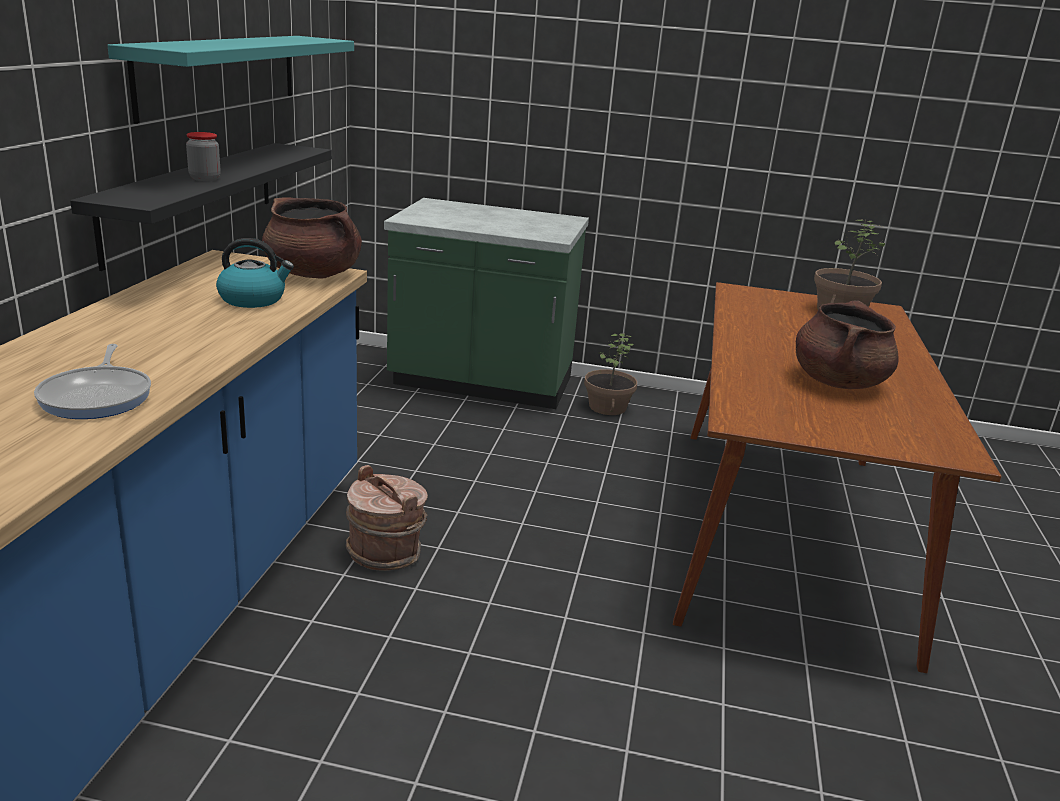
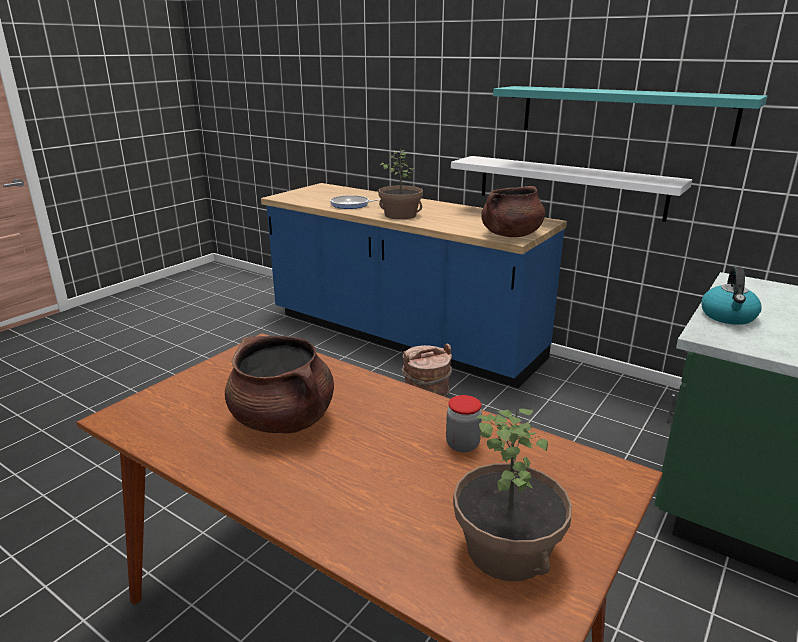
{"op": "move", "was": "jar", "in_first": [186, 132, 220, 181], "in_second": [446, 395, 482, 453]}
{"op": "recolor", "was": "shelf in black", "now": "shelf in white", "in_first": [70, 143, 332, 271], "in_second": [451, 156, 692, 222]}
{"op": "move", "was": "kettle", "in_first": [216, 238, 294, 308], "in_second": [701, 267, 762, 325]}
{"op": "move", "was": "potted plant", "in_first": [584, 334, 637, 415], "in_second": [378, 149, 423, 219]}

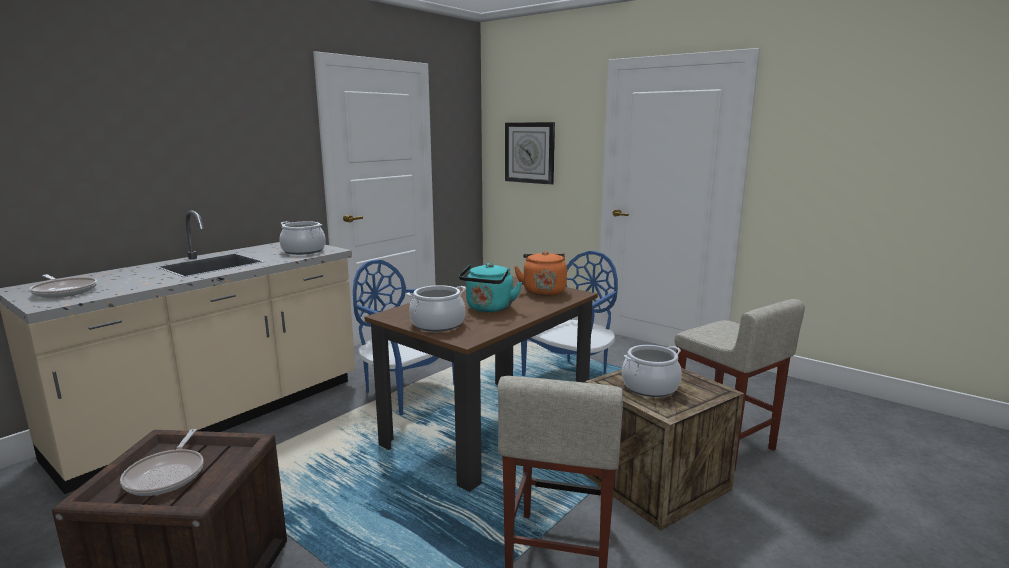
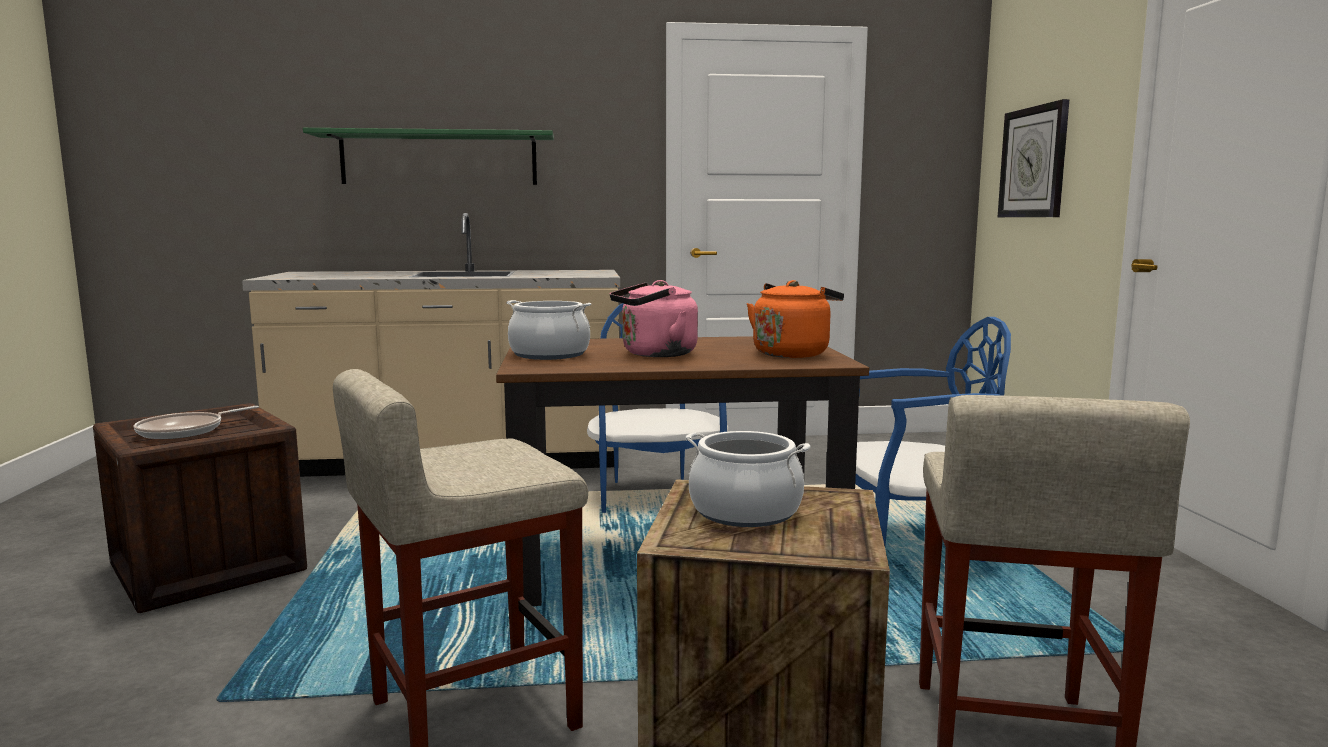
{"op": "delete", "was": "cooking pot", "in_first": [279, 221, 326, 255]}
{"op": "recolor", "was": "kettle in turquoise", "now": "kettle in pink", "in_first": [459, 263, 522, 312], "in_second": [610, 280, 698, 357]}
{"op": "delete", "was": "frying pan", "in_first": [30, 274, 97, 298]}
{"op": "insert", "now": "shelf in green", "in_second": [303, 128, 554, 185]}

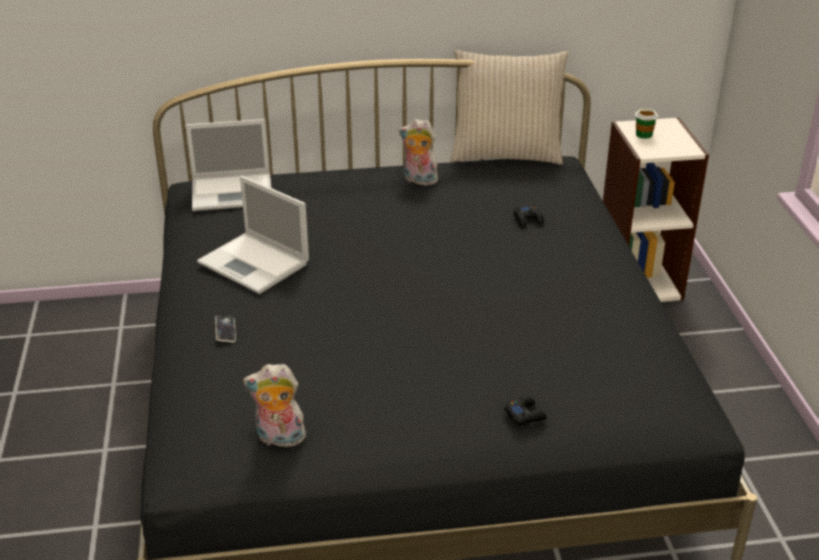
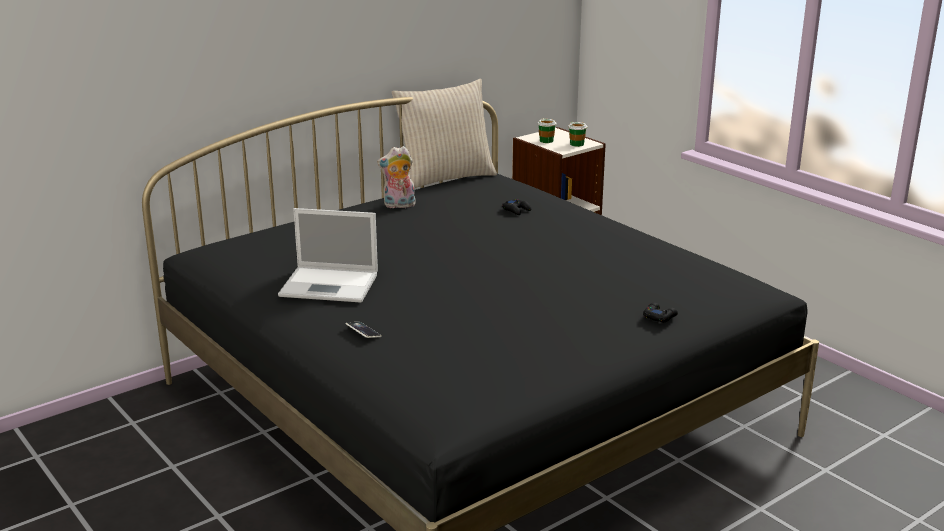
{"op": "delete", "was": "laptop", "in_first": [185, 119, 271, 211]}
{"op": "delete", "was": "plush toy", "in_first": [243, 364, 308, 447]}
{"op": "insert", "now": "cup", "in_second": [568, 122, 587, 147]}

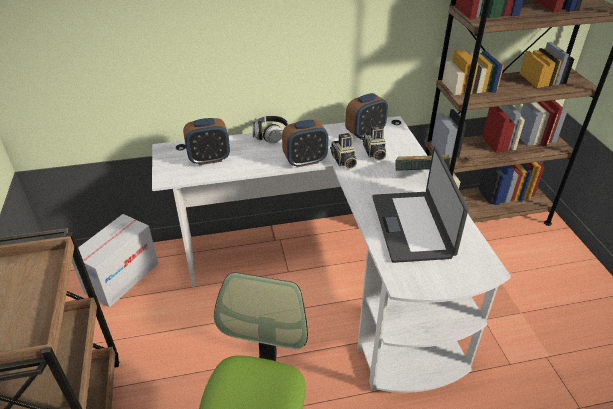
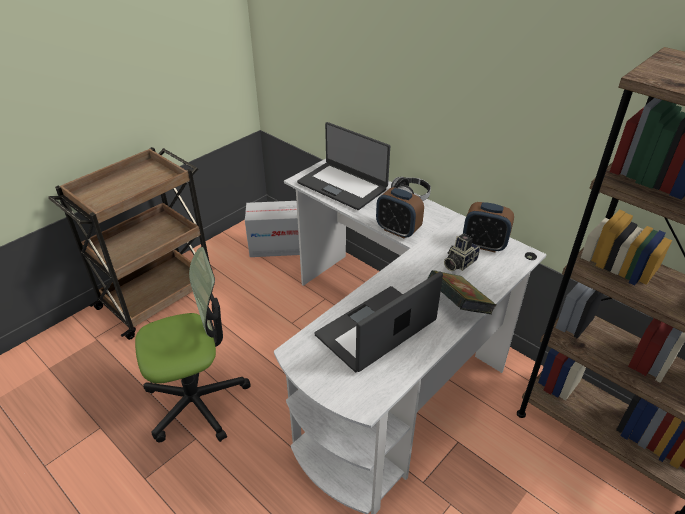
{"op": "replace", "was": "alarm clock", "now": "laptop", "in_first": [183, 118, 230, 165], "in_second": [297, 122, 390, 210]}
{"op": "delete", "was": "photo camera", "in_first": [330, 133, 357, 169]}

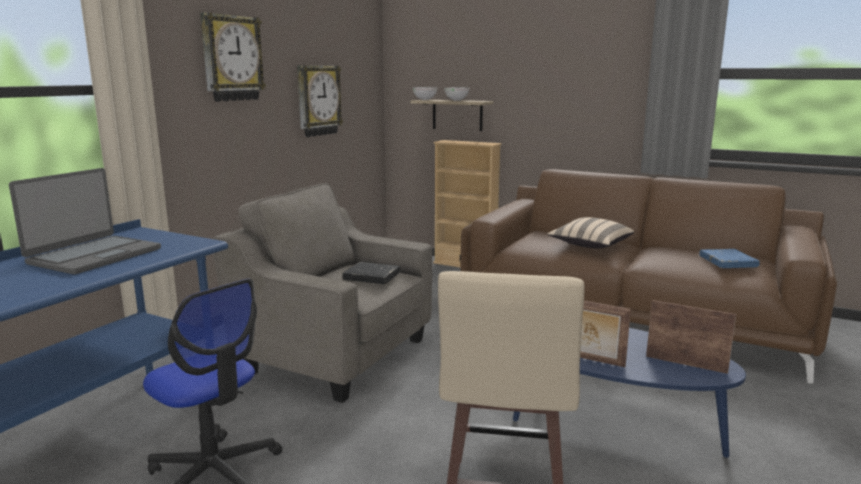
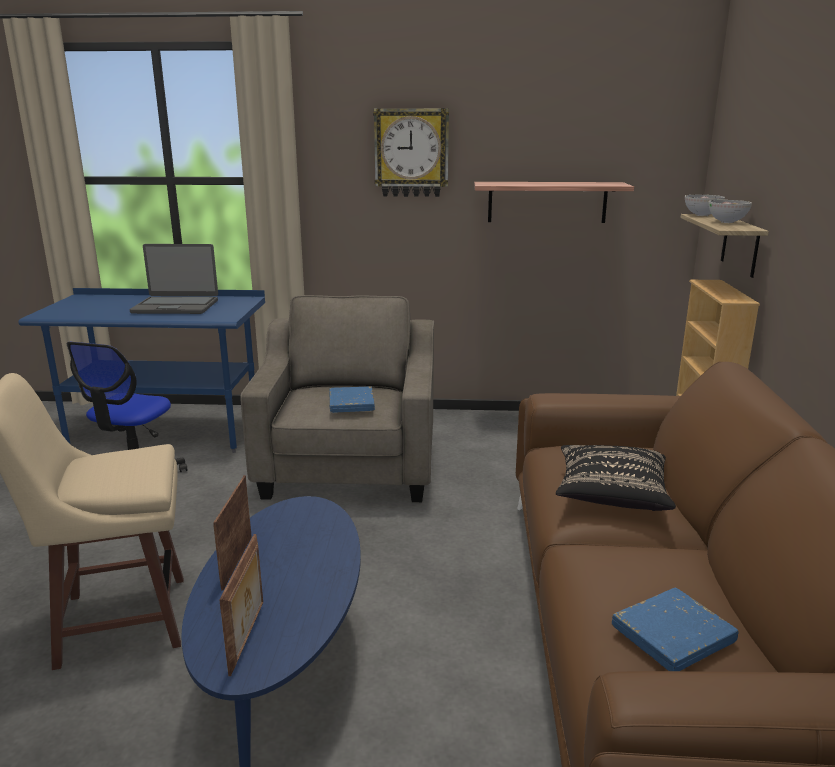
{"op": "replace", "was": "wall clock", "now": "shelf", "in_first": [297, 65, 343, 137], "in_second": [474, 182, 634, 223]}
{"op": "recolor", "was": "pillow in beige", "now": "pillow in black", "in_first": [547, 217, 634, 248], "in_second": [556, 445, 676, 511]}
{"op": "recolor", "was": "book in black", "now": "book in blue", "in_first": [342, 262, 400, 284], "in_second": [329, 386, 375, 413]}

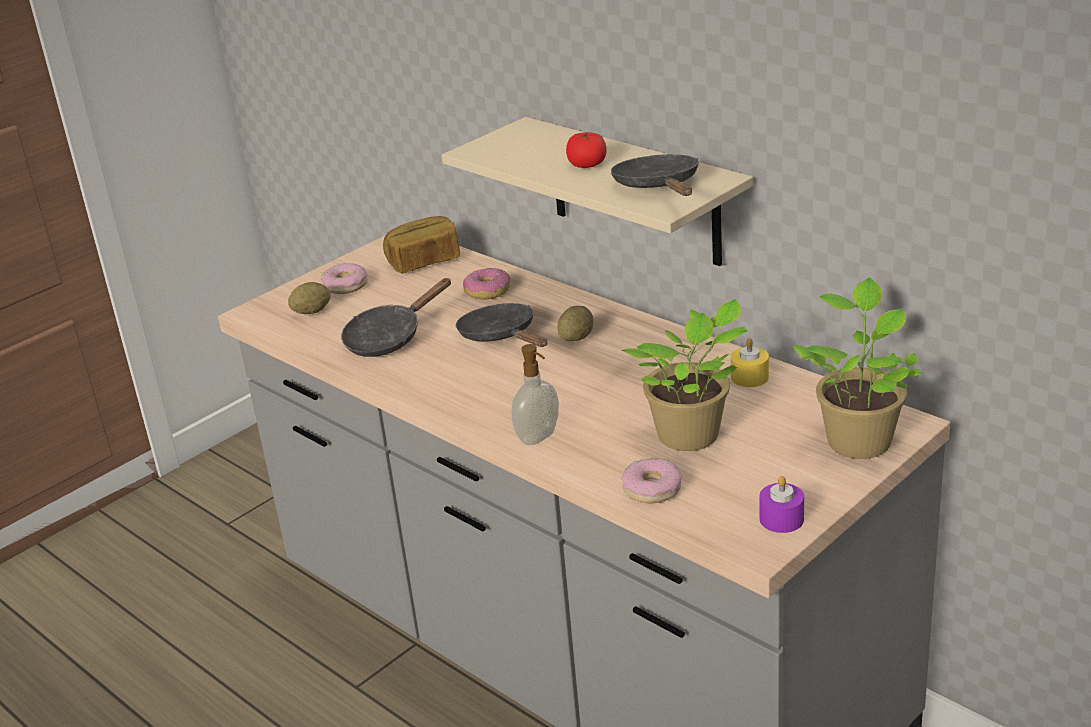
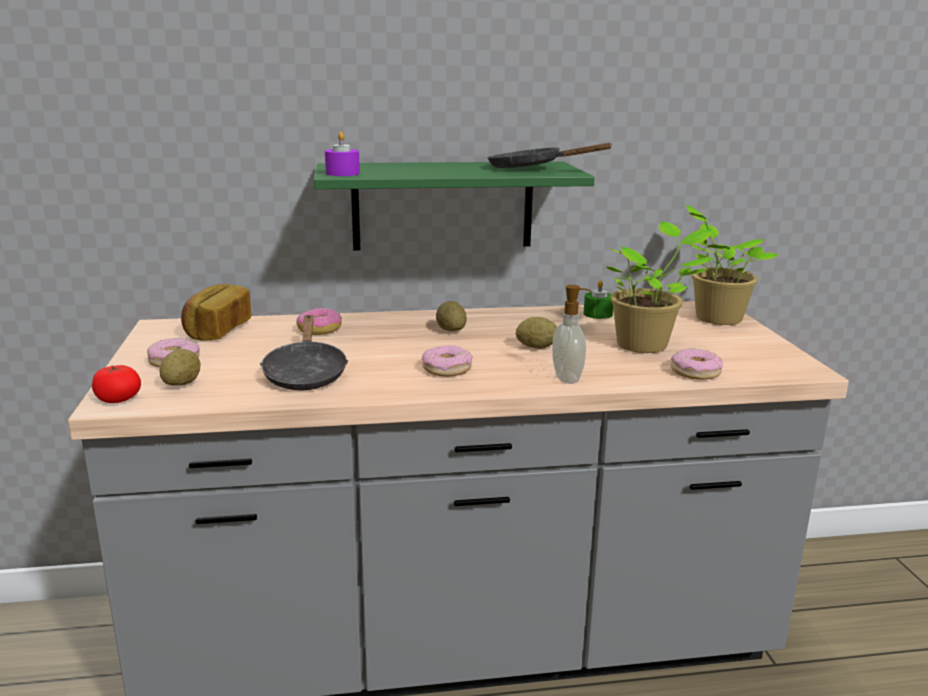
{"op": "recolor", "was": "shelf in beige", "now": "shelf in green", "in_first": [442, 117, 753, 266], "in_second": [314, 161, 595, 251]}
{"op": "move", "was": "tomato", "in_first": [566, 132, 607, 168], "in_second": [92, 365, 141, 403]}
{"op": "delete", "was": "frying pan in black", "in_first": [456, 303, 547, 347]}
{"op": "recolor", "was": "candle in yellow", "now": "candle in green", "in_first": [731, 338, 769, 387], "in_second": [584, 280, 613, 319]}
{"op": "move", "was": "candle in purple", "in_first": [759, 476, 804, 533], "in_second": [325, 132, 360, 176]}
{"op": "insert", "now": "potato", "in_second": [516, 317, 557, 349]}
{"op": "insert", "now": "donut", "in_second": [422, 345, 473, 377]}

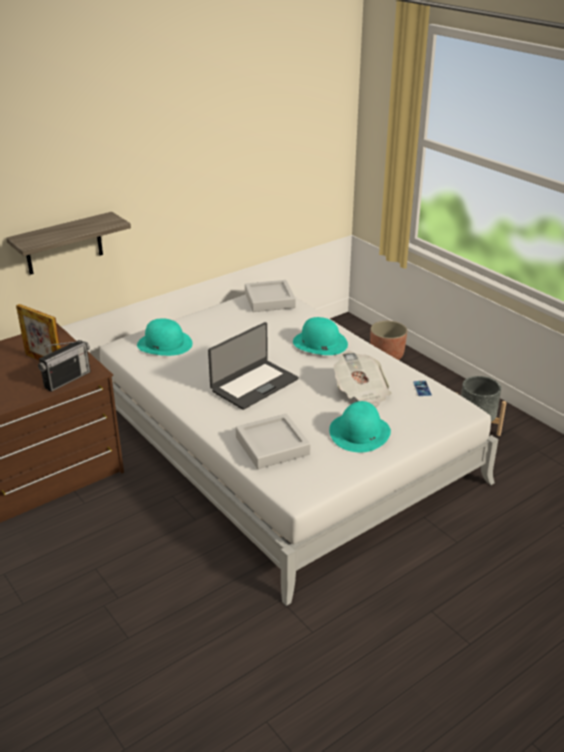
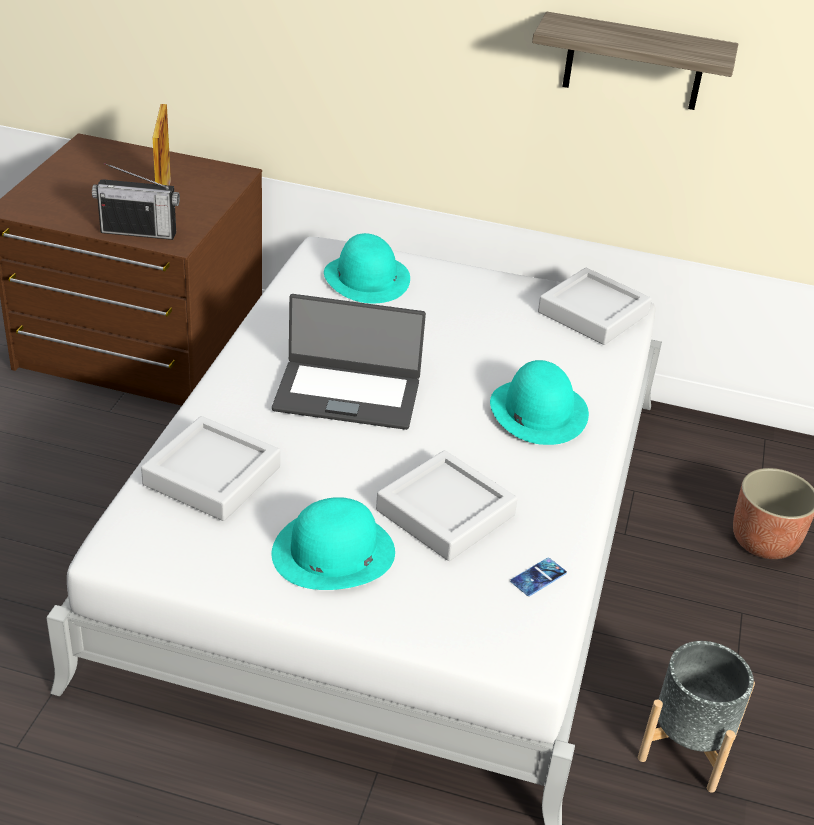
{"op": "move", "was": "shelf", "in_first": [6, 212, 131, 275], "in_second": [532, 12, 738, 110]}
{"op": "replace", "was": "newspaper", "now": "tray in grey", "in_first": [333, 351, 392, 408], "in_second": [376, 450, 518, 561]}

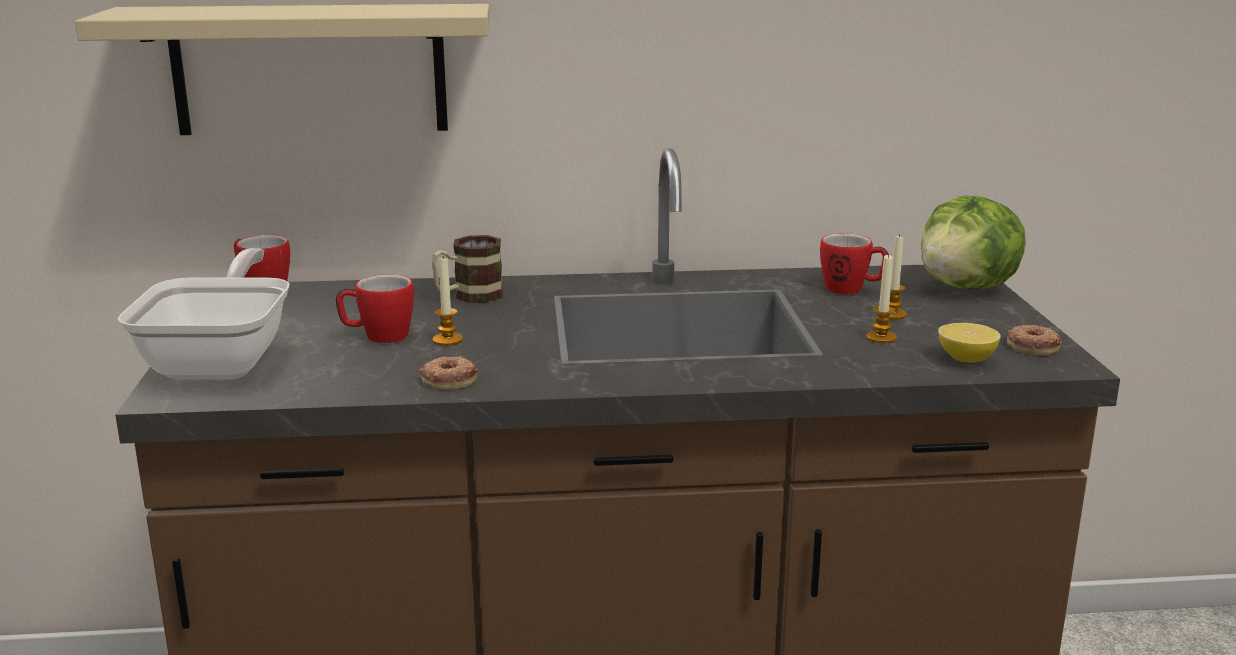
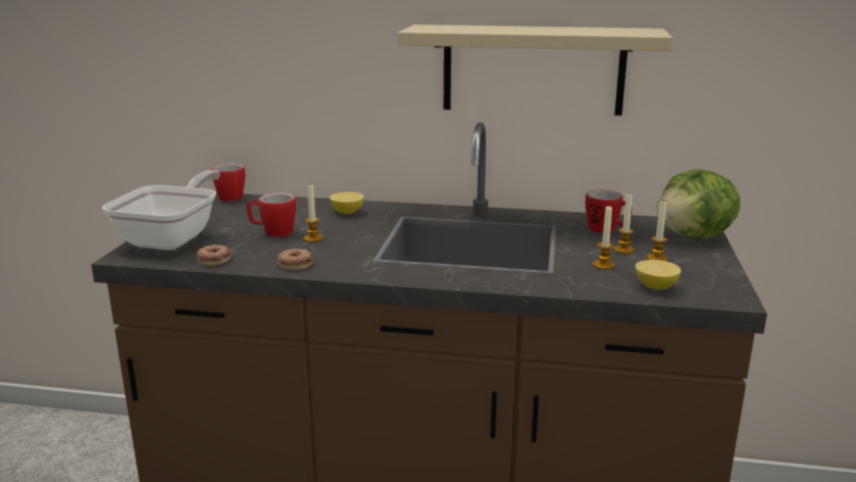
{"op": "move", "was": "shelf in beige", "in_first": [75, 4, 490, 135], "in_second": [398, 25, 673, 116]}
{"op": "replace", "was": "mug", "now": "lemon", "in_first": [432, 235, 503, 303], "in_second": [330, 192, 364, 214]}
{"op": "move", "was": "donut", "in_first": [1007, 325, 1062, 355], "in_second": [196, 245, 232, 266]}
{"op": "insert", "now": "candle", "in_second": [646, 200, 668, 261]}

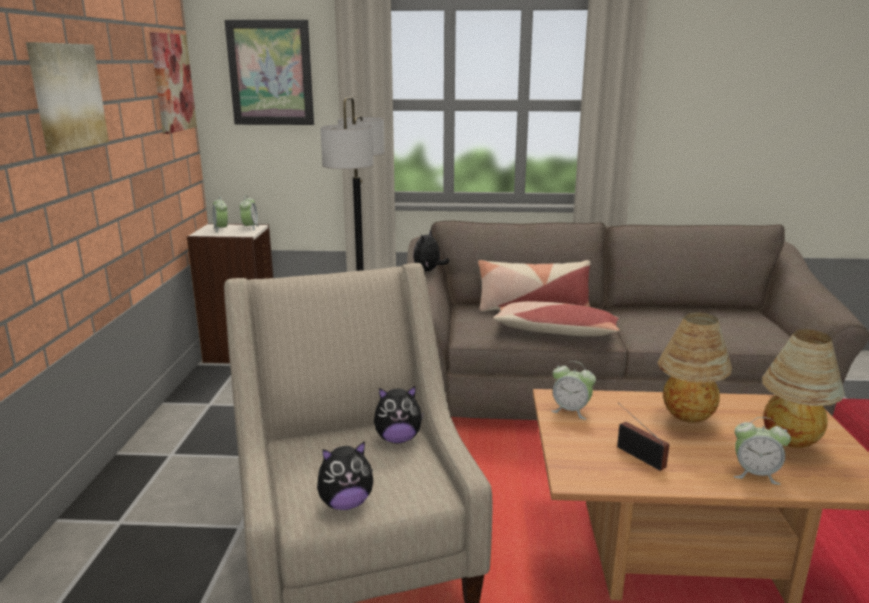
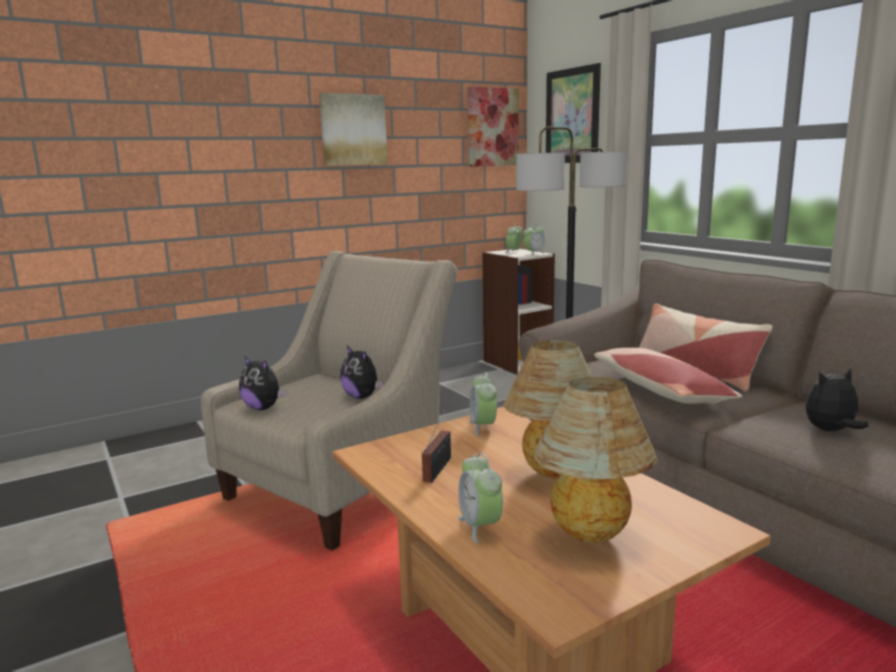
{"op": "move", "was": "plush toy", "in_first": [413, 229, 450, 271], "in_second": [806, 368, 869, 431]}

